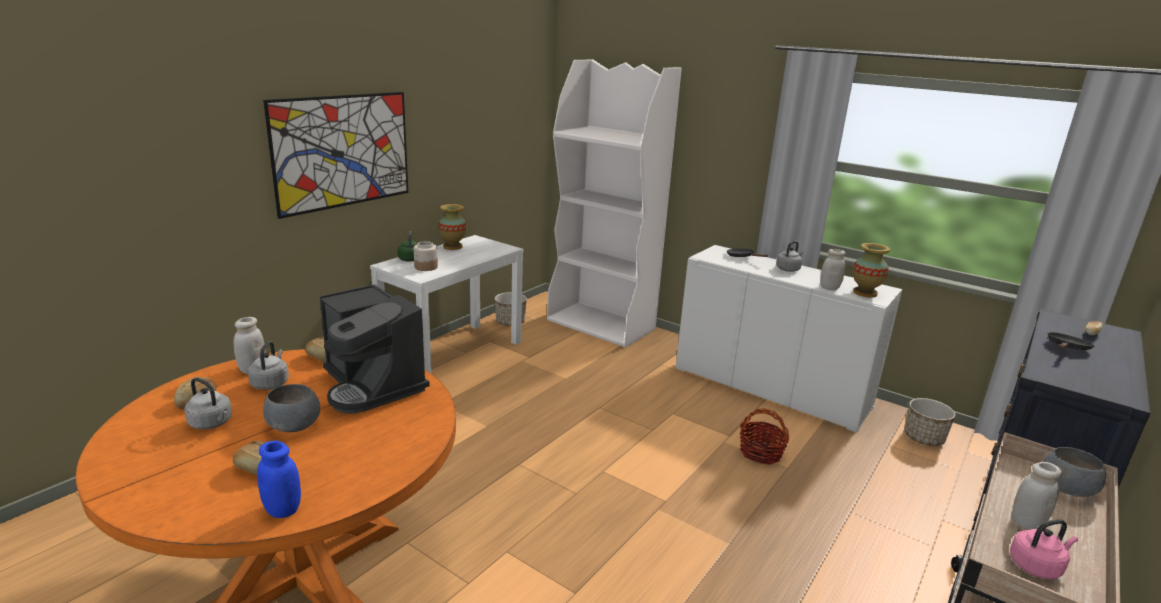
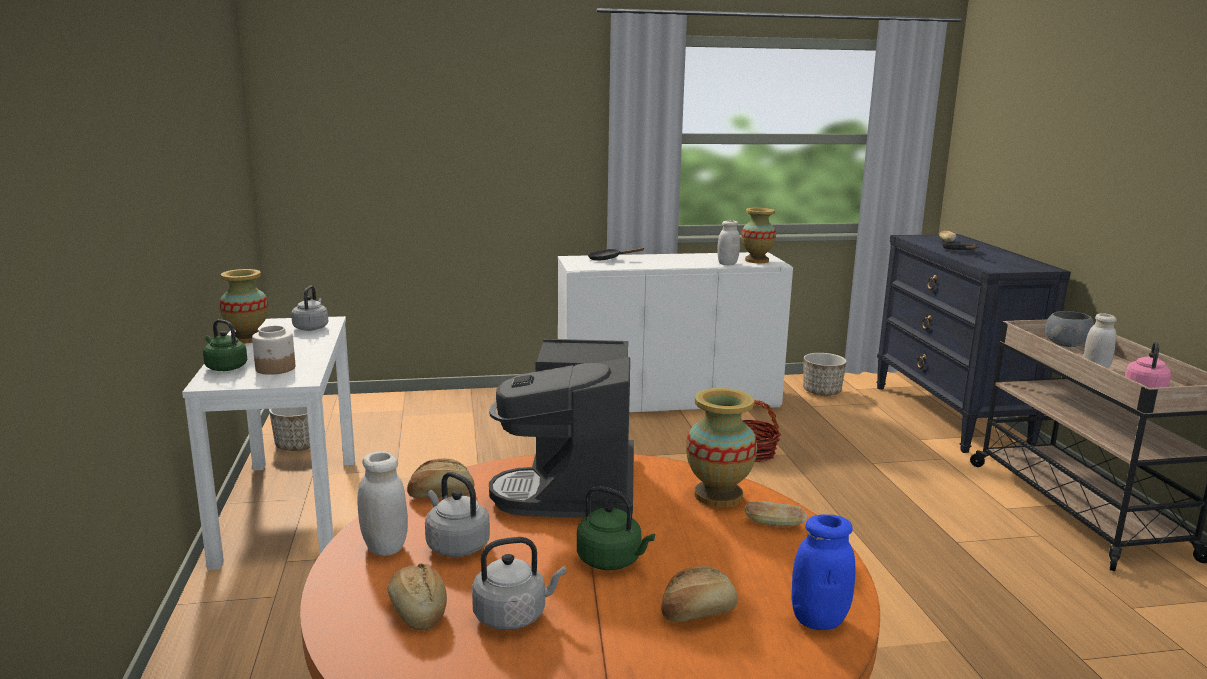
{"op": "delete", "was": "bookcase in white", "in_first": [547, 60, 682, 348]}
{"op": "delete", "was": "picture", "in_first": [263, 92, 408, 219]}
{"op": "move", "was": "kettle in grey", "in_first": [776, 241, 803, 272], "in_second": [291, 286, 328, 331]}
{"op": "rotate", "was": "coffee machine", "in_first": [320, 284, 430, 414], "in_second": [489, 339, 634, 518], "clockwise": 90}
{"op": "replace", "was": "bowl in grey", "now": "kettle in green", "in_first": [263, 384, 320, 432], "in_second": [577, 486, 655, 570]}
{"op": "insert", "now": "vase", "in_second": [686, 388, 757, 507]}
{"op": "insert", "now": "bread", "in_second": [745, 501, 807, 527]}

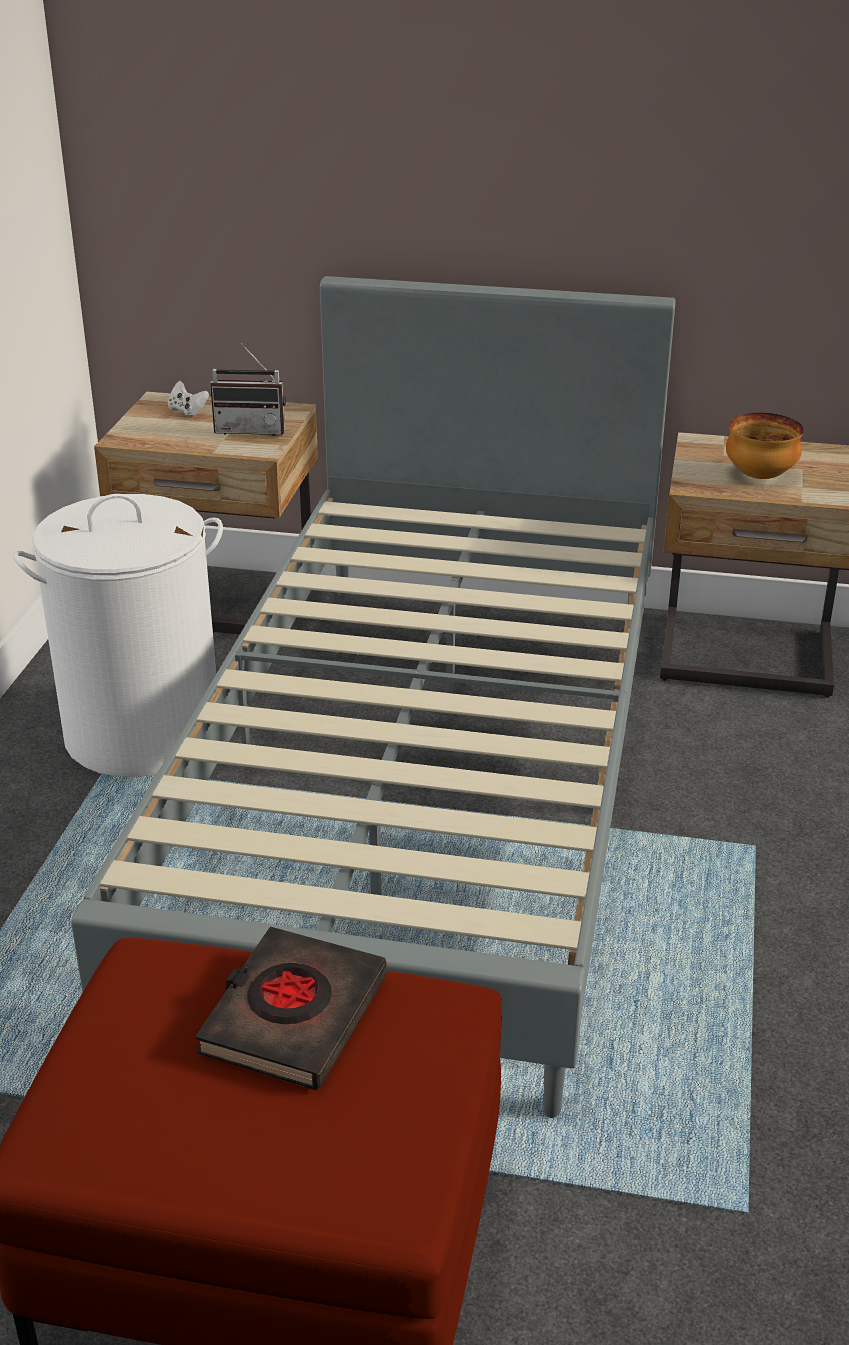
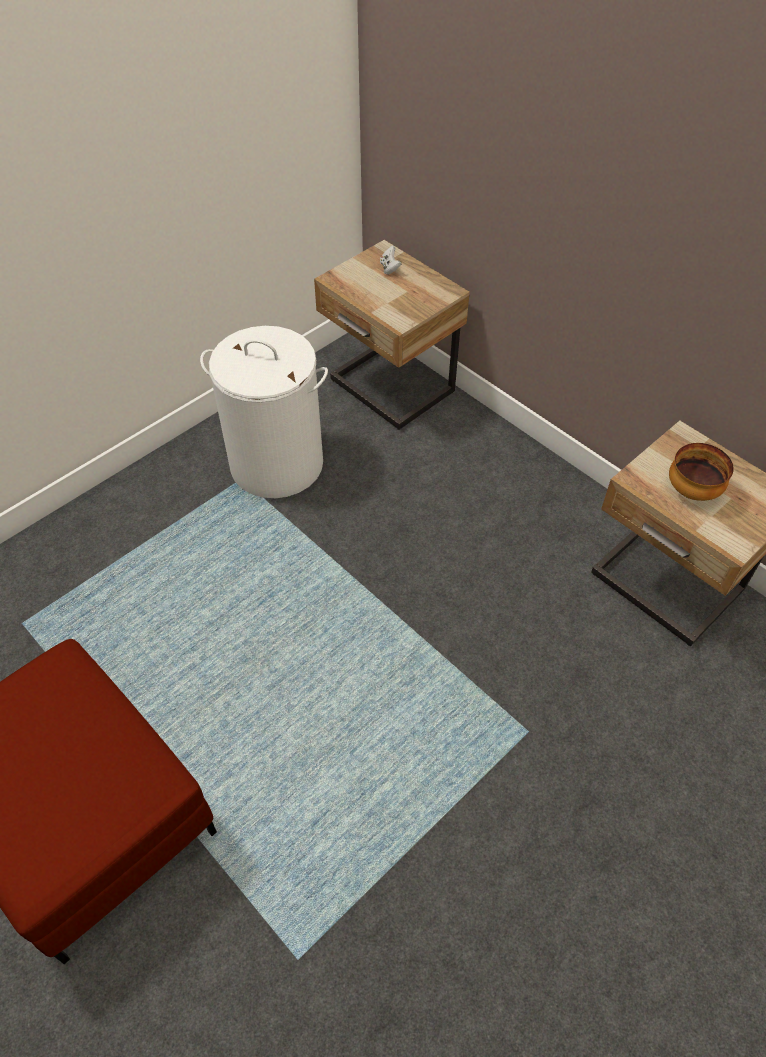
{"op": "delete", "was": "bed in grey", "in_first": [71, 276, 676, 1118]}
{"op": "delete", "was": "radio", "in_first": [210, 343, 286, 436]}
{"op": "delete", "was": "book in black", "in_first": [195, 927, 387, 1090]}

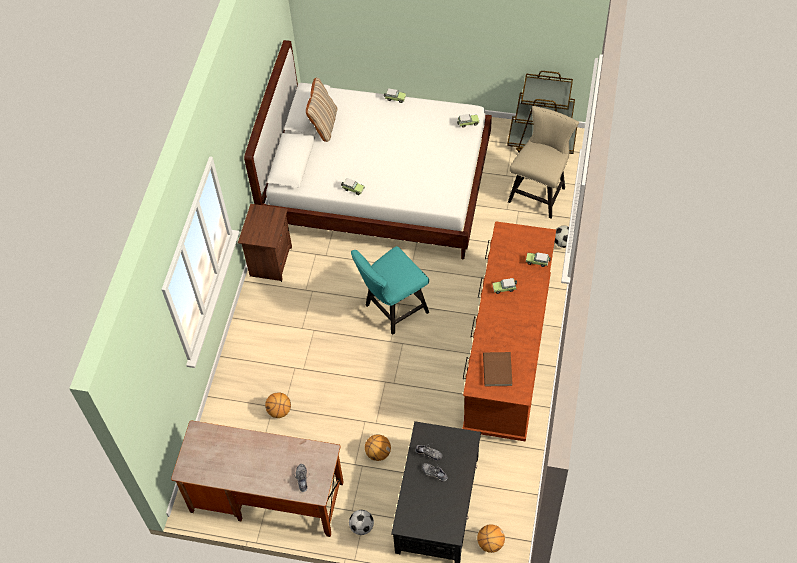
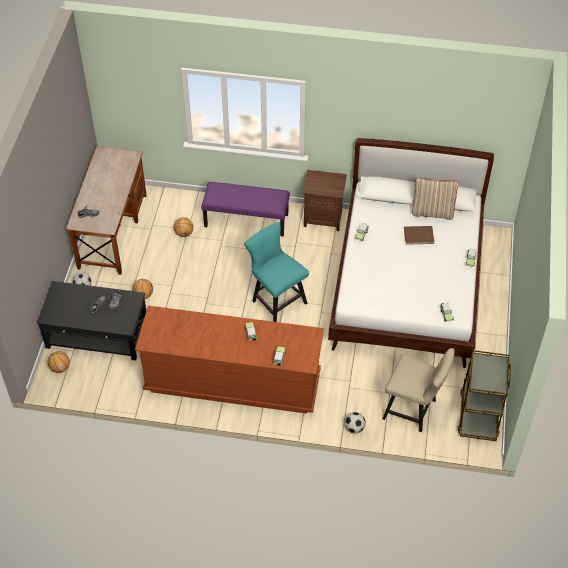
{"op": "move", "was": "book in brown", "in_first": [483, 352, 512, 386], "in_second": [404, 226, 434, 245]}
{"op": "insert", "now": "bench in purple", "in_second": [201, 182, 290, 237]}

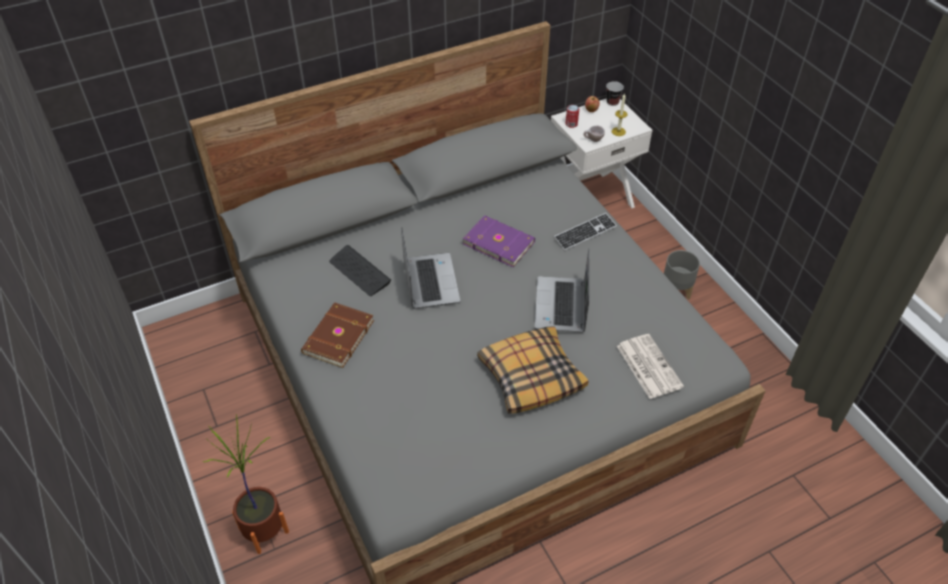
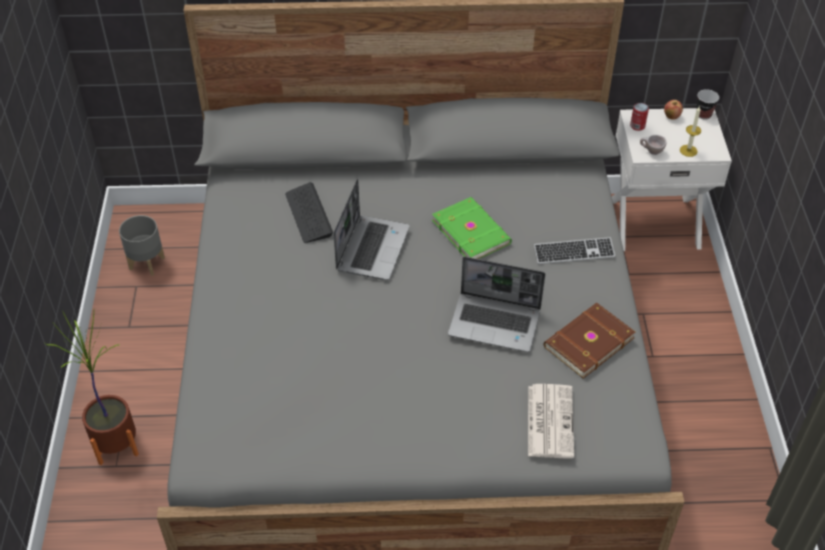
{"op": "recolor", "was": "book in purple", "now": "book in green", "in_first": [463, 215, 535, 267], "in_second": [432, 197, 512, 259]}
{"op": "rotate", "was": "laptop", "in_first": [535, 249, 590, 333], "in_second": [448, 257, 545, 352], "clockwise": -105}
{"op": "move", "was": "planter in grey", "in_first": [664, 250, 700, 299], "in_second": [119, 215, 165, 276]}
{"op": "move", "was": "book in brown", "in_first": [301, 302, 374, 368], "in_second": [544, 303, 635, 379]}
{"op": "delete", "was": "pillow", "in_first": [477, 326, 588, 414]}

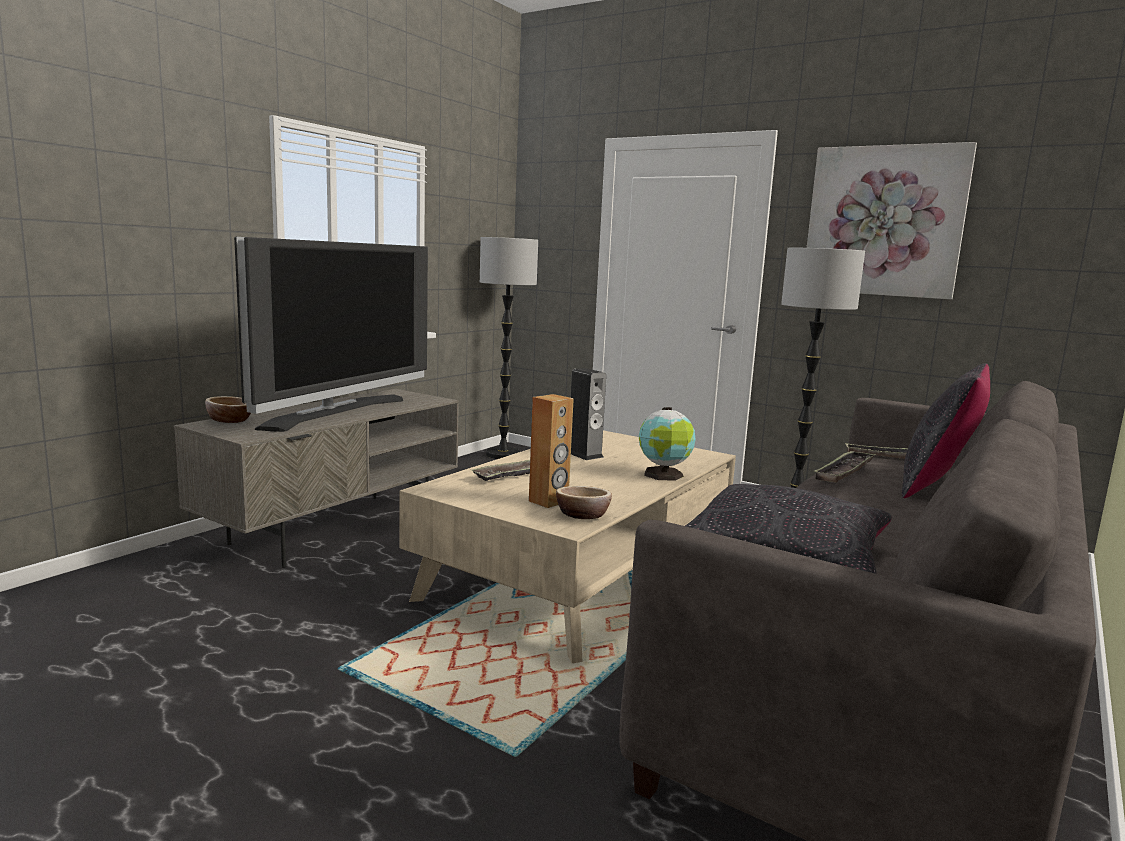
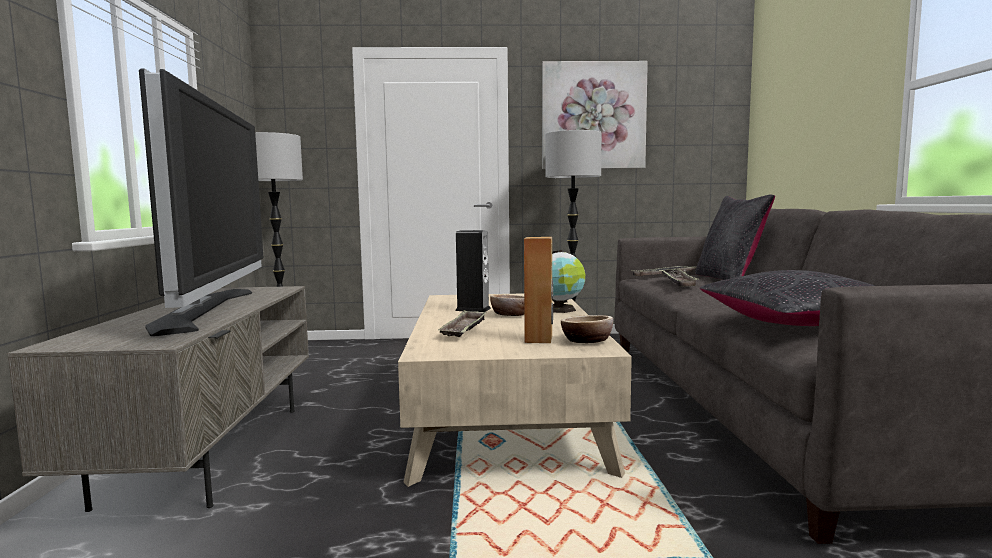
{"op": "move", "was": "bowl", "in_first": [205, 396, 251, 423], "in_second": [490, 295, 524, 316]}

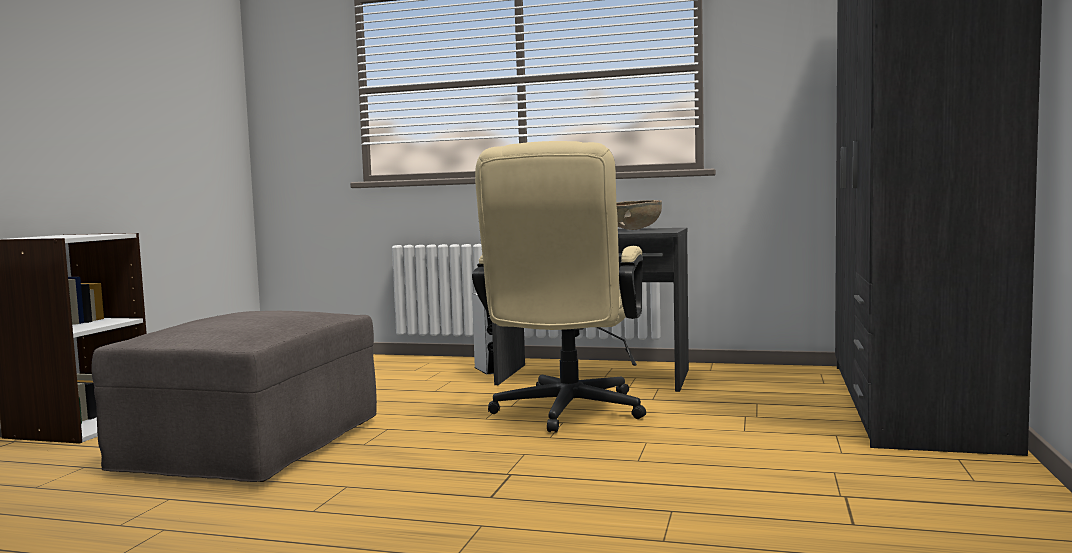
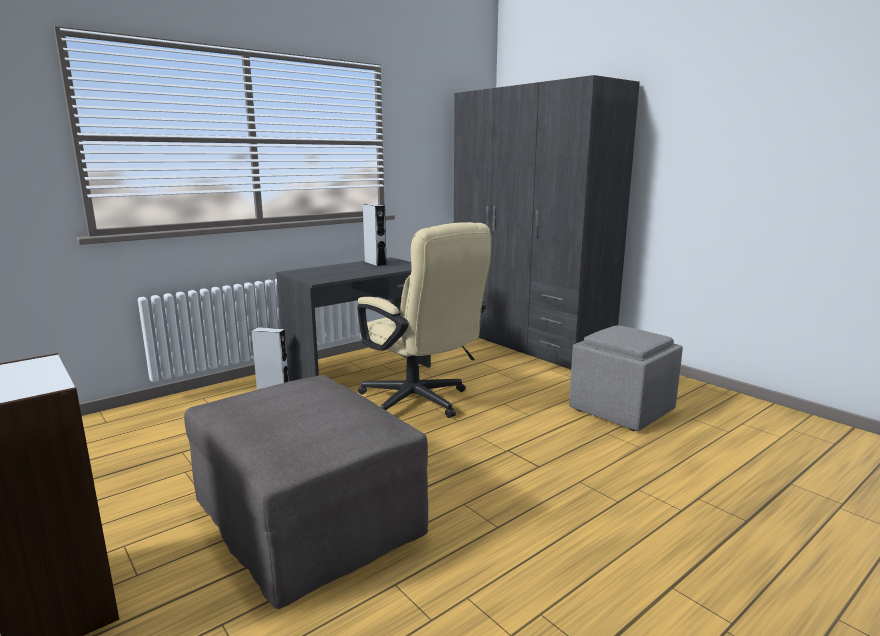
{"op": "replace", "was": "bowl in brown", "now": "speaker in grey", "in_first": [616, 200, 662, 230], "in_second": [363, 204, 387, 267]}
{"op": "insert", "now": "ottoman in grey", "in_second": [569, 325, 683, 431]}

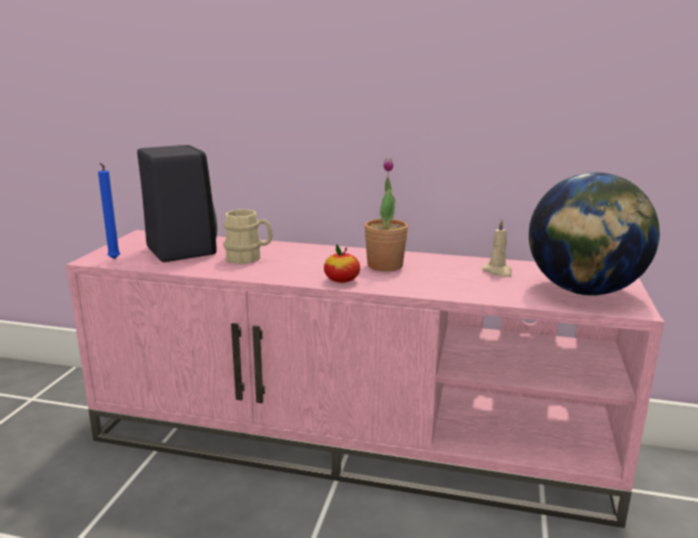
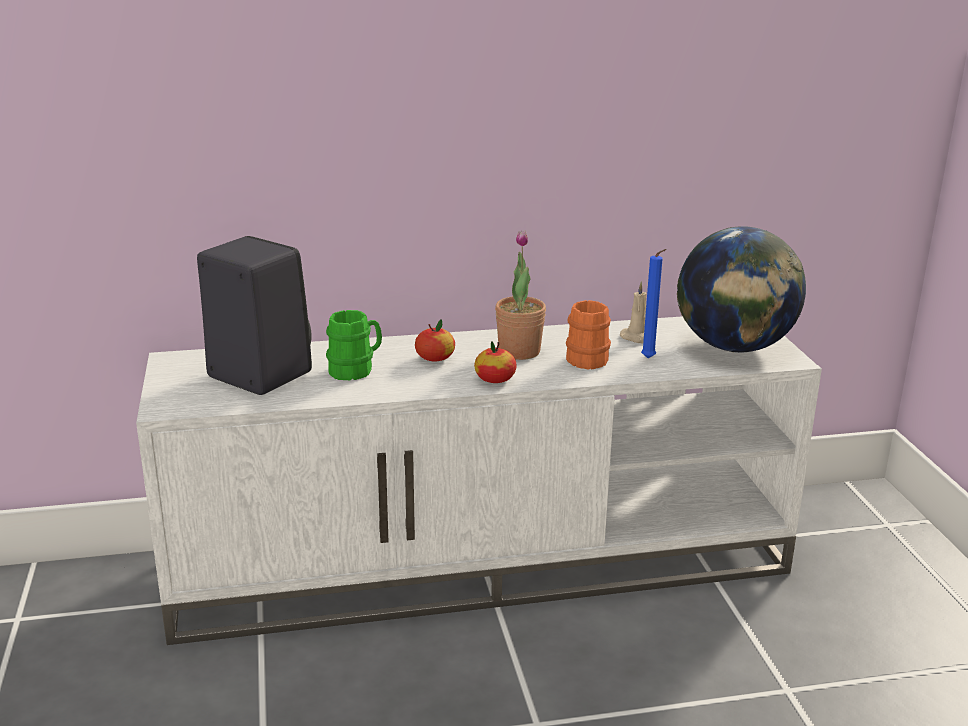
{"op": "move", "was": "candle in blue", "in_first": [98, 163, 120, 259], "in_second": [641, 249, 667, 358]}
{"op": "recolor", "was": "mug in beige", "now": "mug in green", "in_first": [223, 209, 272, 264], "in_second": [326, 310, 382, 380]}
{"op": "recolor", "was": "tv stand in pink", "now": "tv stand in white", "in_first": [66, 230, 664, 528], "in_second": [136, 316, 822, 645]}
{"op": "insert", "now": "mug in orange", "in_second": [566, 300, 611, 369]}
{"op": "insert", "now": "apple", "in_second": [415, 319, 455, 361]}

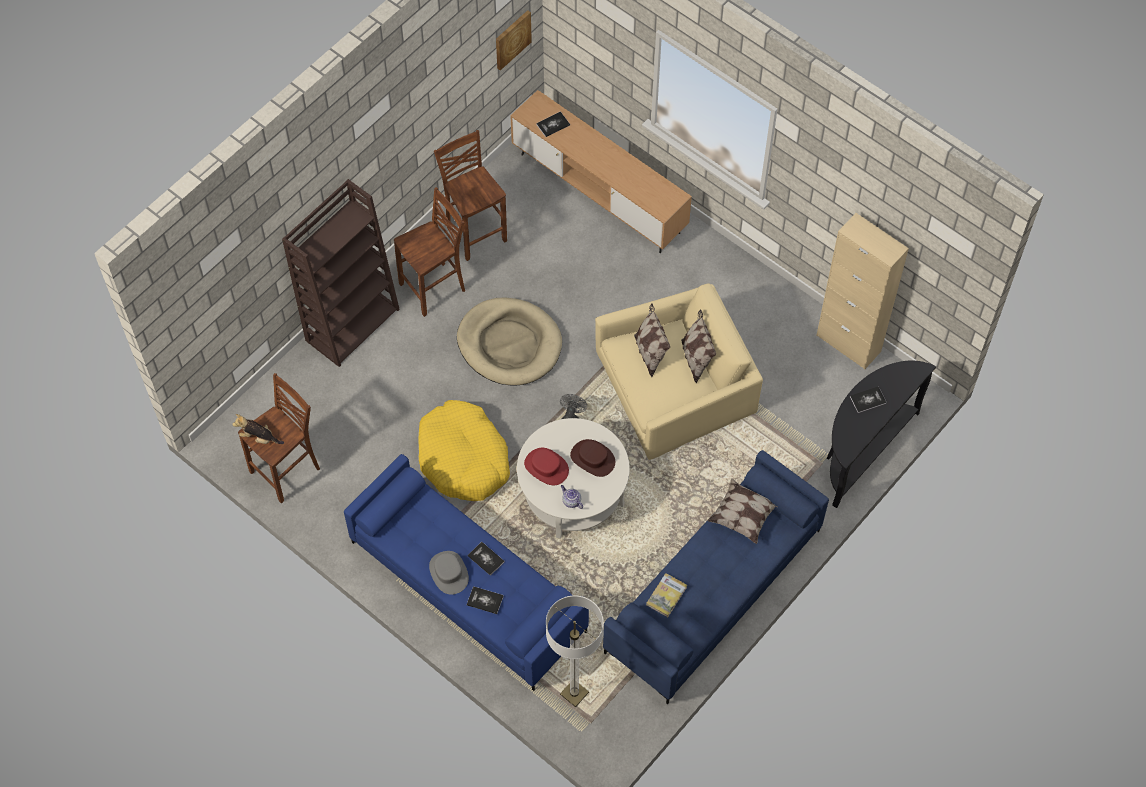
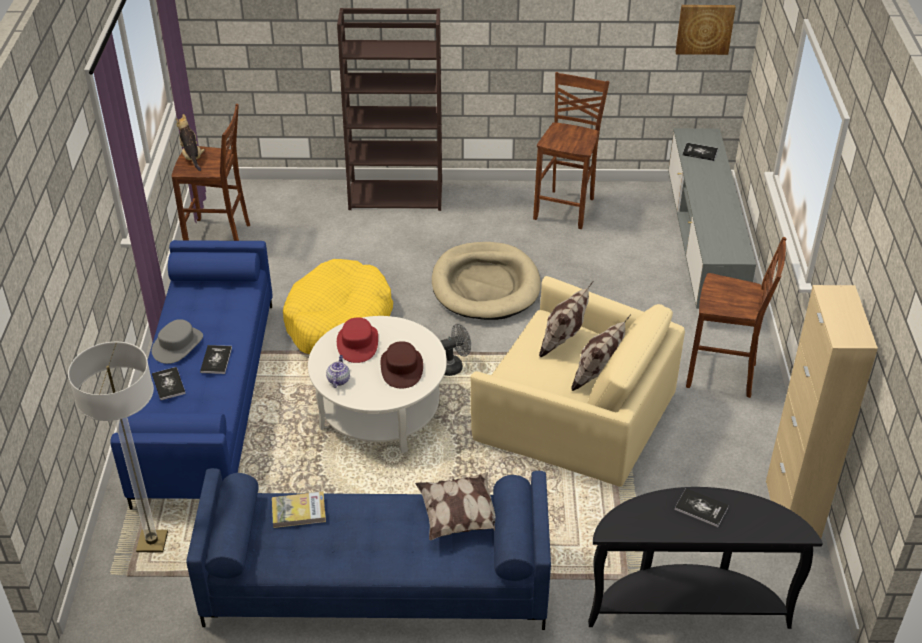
{"op": "recolor", "was": "tv stand in brown", "now": "tv stand in grey", "in_first": [510, 90, 692, 253], "in_second": [668, 128, 756, 309]}
{"op": "move", "was": "stool in brown", "in_first": [394, 187, 465, 317], "in_second": [686, 237, 786, 398]}

